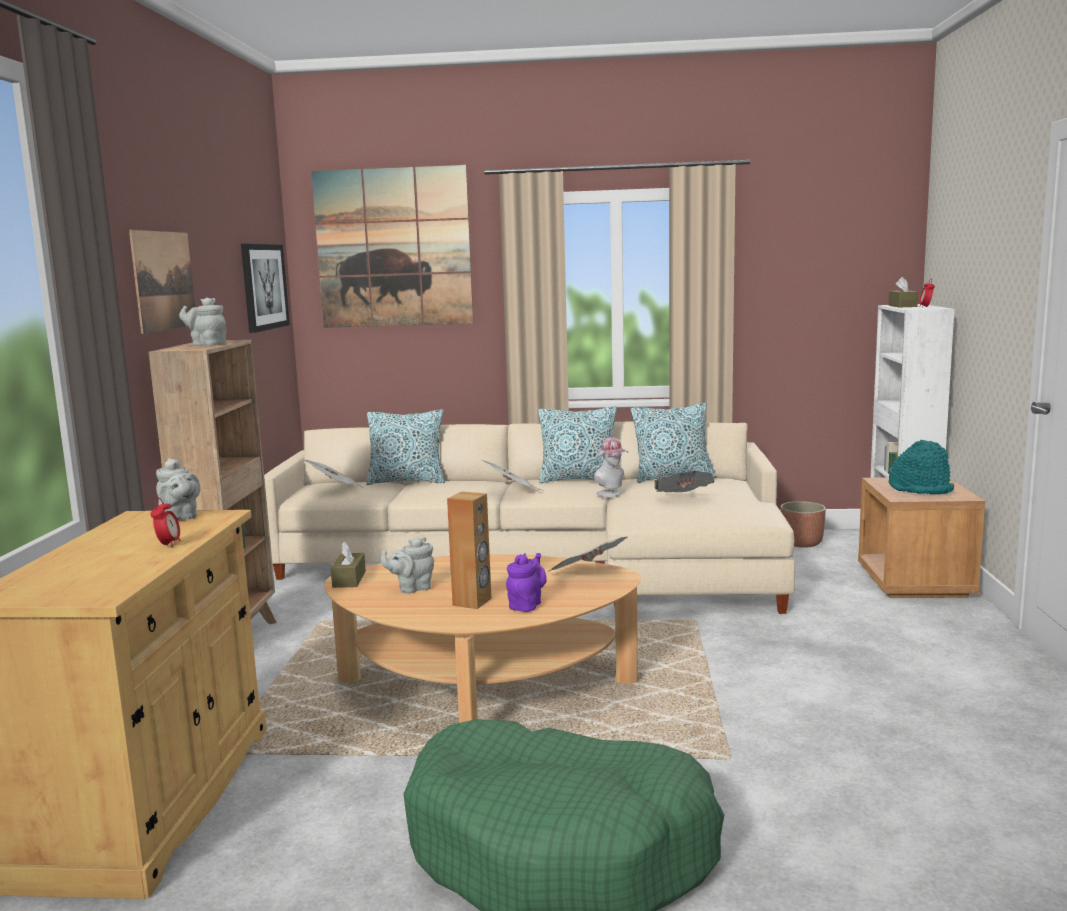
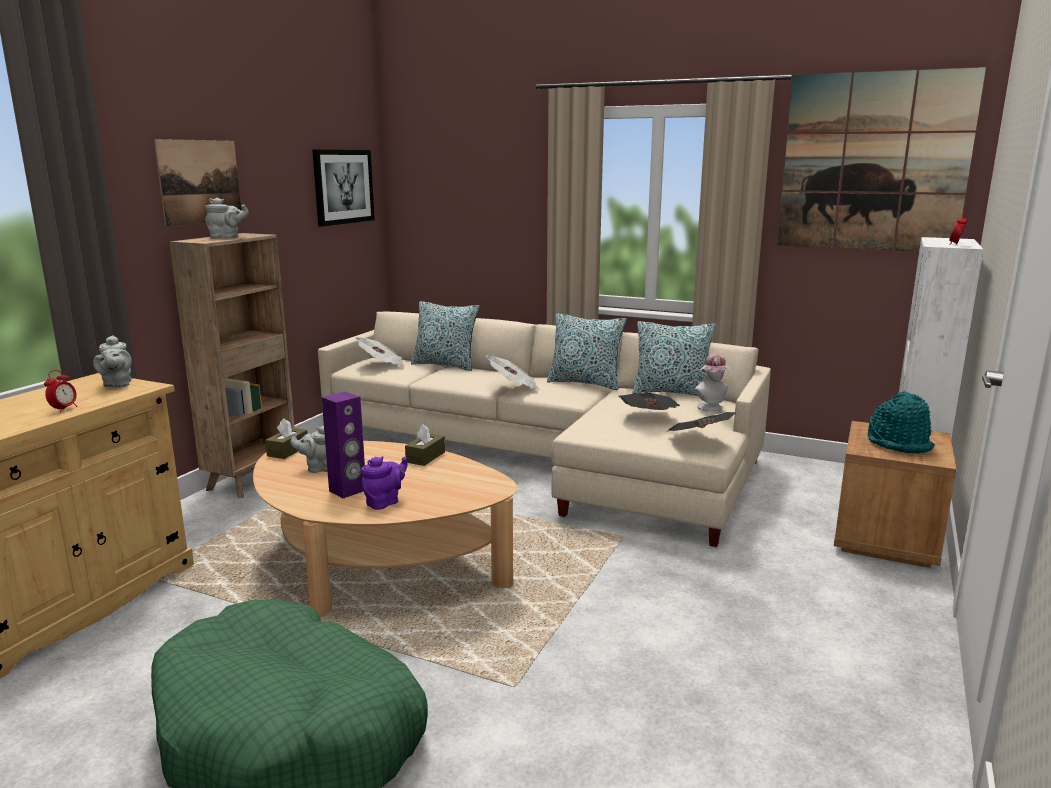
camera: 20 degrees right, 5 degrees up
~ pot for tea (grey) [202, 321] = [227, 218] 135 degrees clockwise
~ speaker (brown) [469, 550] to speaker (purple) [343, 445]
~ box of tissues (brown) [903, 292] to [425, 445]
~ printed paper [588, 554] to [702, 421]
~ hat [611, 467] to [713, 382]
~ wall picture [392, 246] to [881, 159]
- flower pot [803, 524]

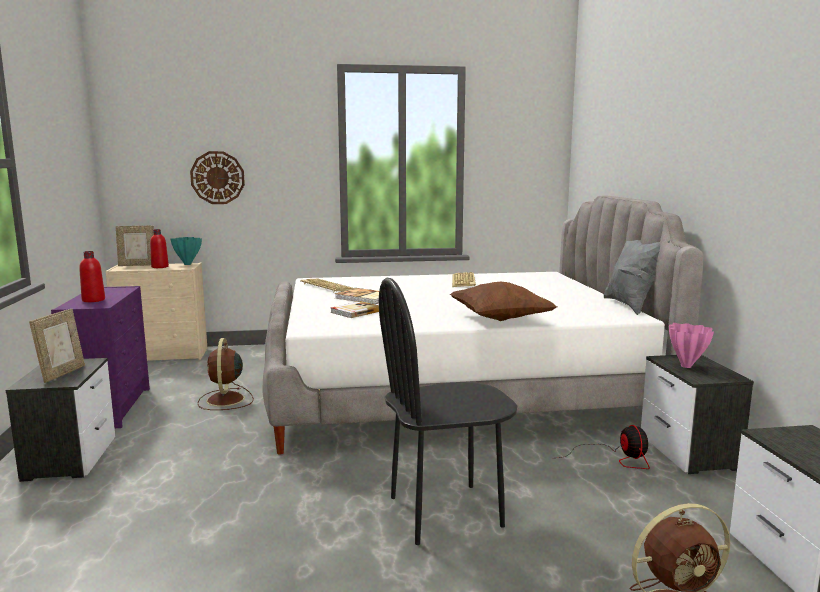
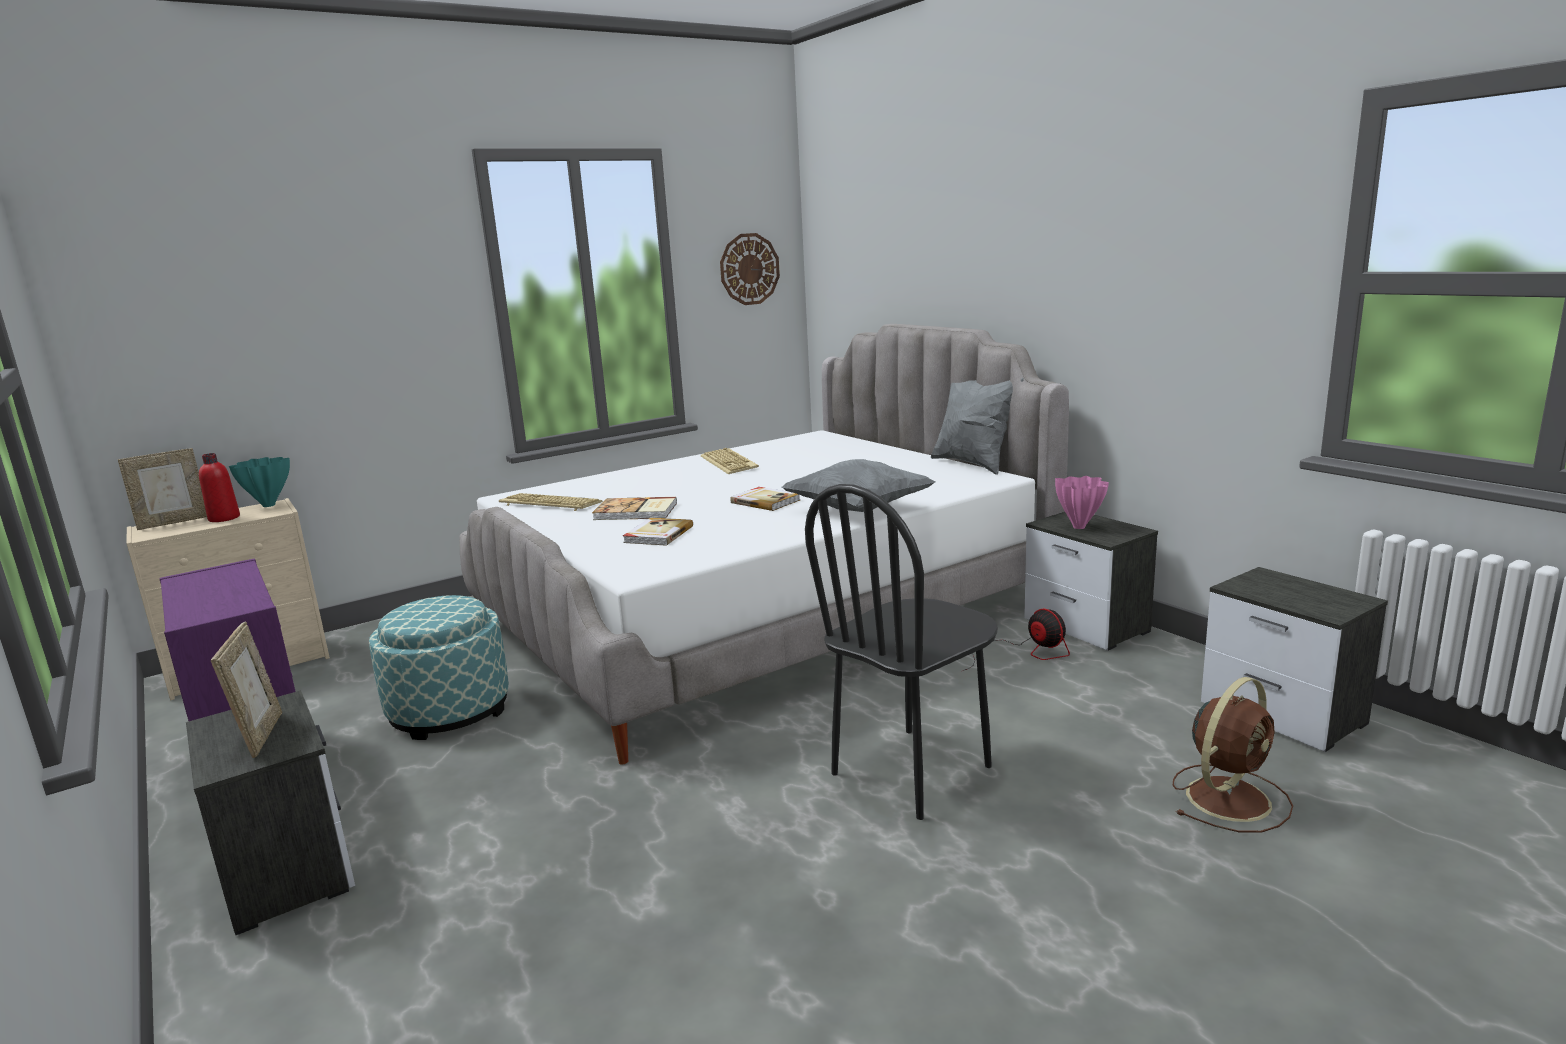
camera: 25 degrees left, 5 degrees up
~ fan (brown) [225, 374] to footrest [439, 667]
~ clock on the wall [217, 177] to [750, 269]
+ book [765, 499]
~ throw pillow (brown) [503, 301] to throw pillow (grey) [858, 485]
- beverage bottle (red) [92, 276]

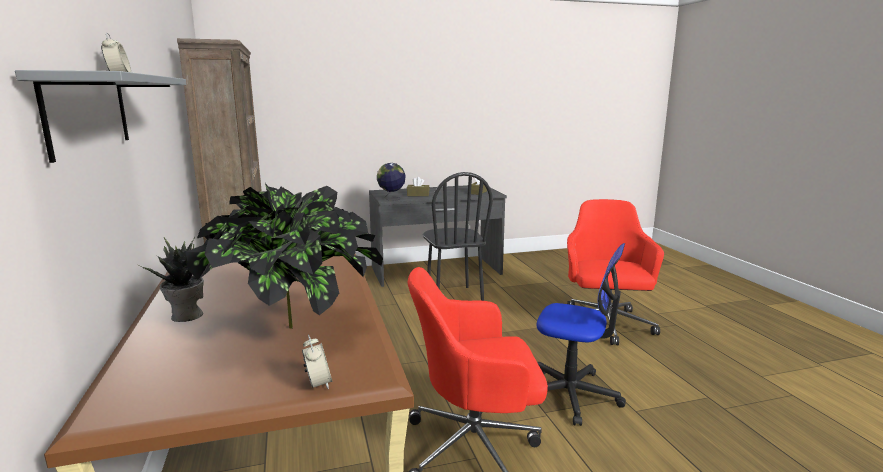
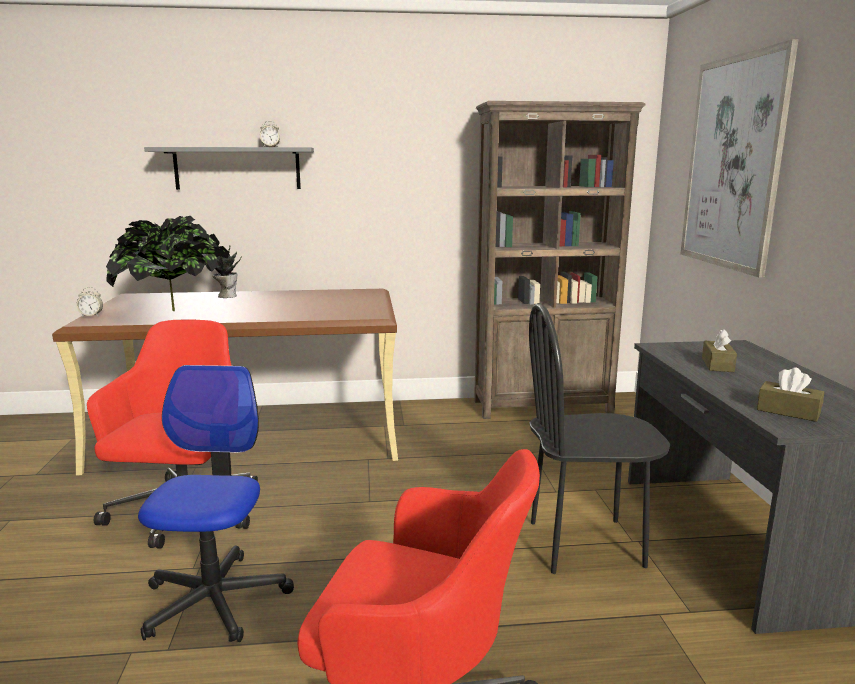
camera: 100 degrees right, 0 degrees up
~ computer chair [581, 334] = [216, 503] 150 degrees clockwise
+ wall picture [739, 158]
- desk globe [391, 182]

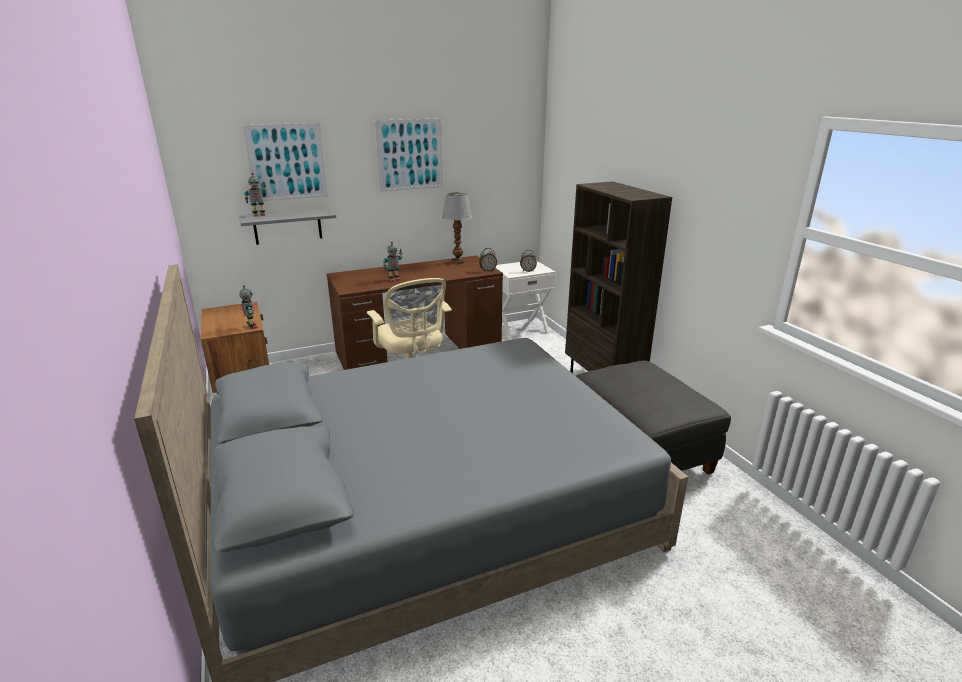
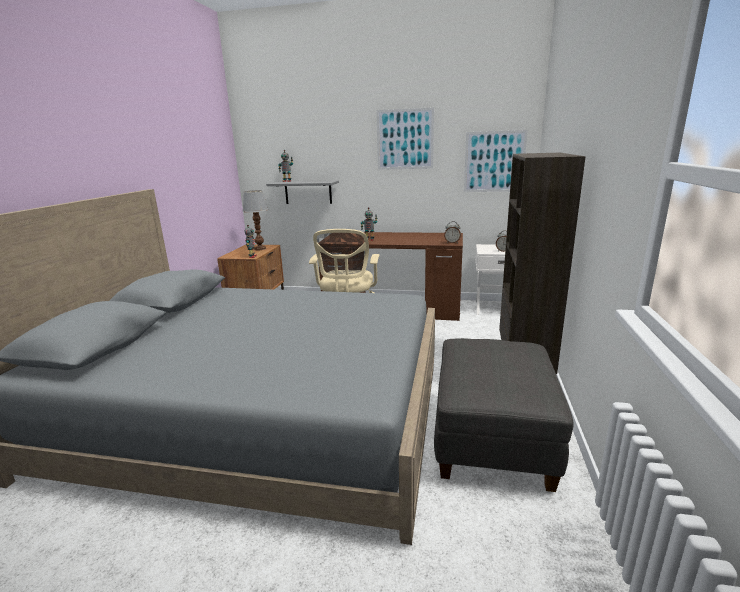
camera: 35 degrees right, 5 degrees down
~ lamp for a table [457, 228] to [255, 220]
~ wall picture [285, 162] to [496, 161]

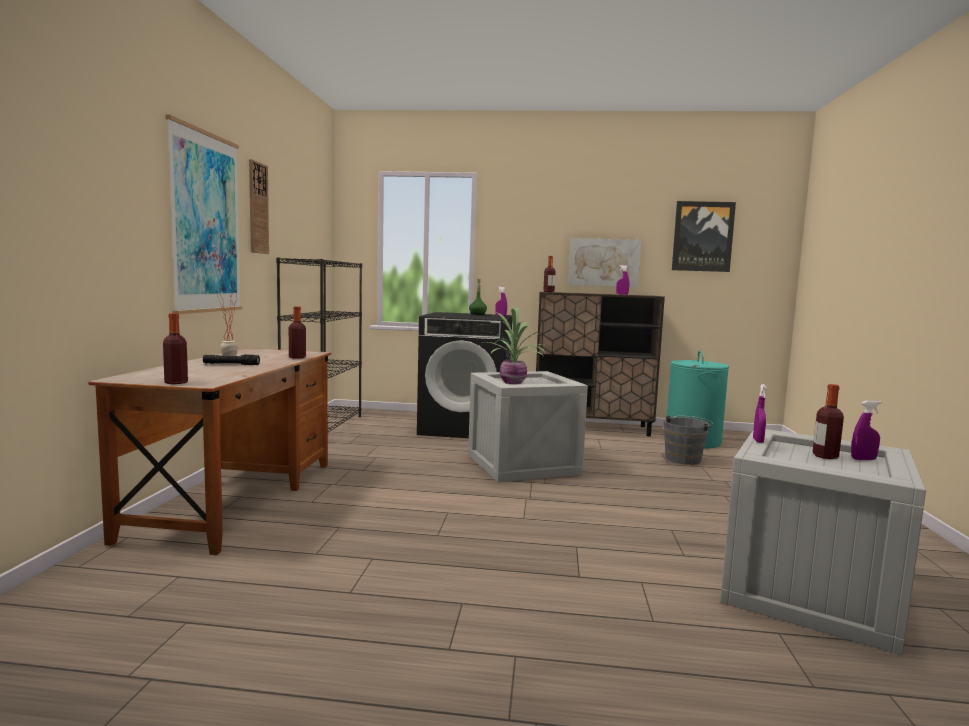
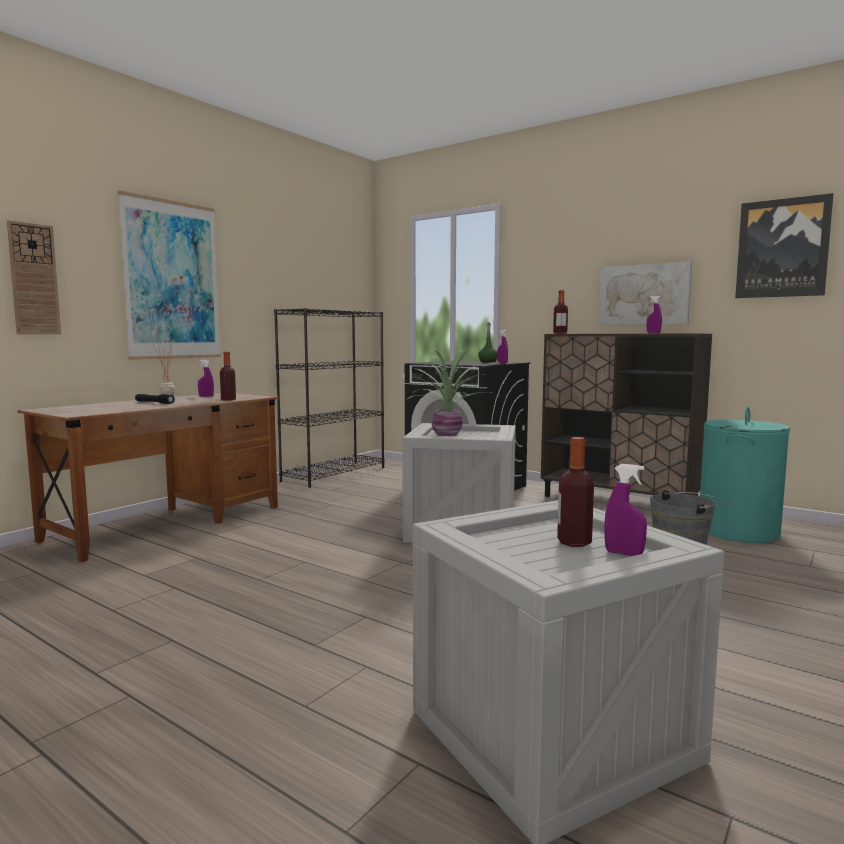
camera: 30 degrees right, 0 degrees up
~ clock on the wall [259, 206] to [34, 277]
~ hand sprayer (purple) [760, 413] to [206, 378]
- beverage bottle [175, 348]

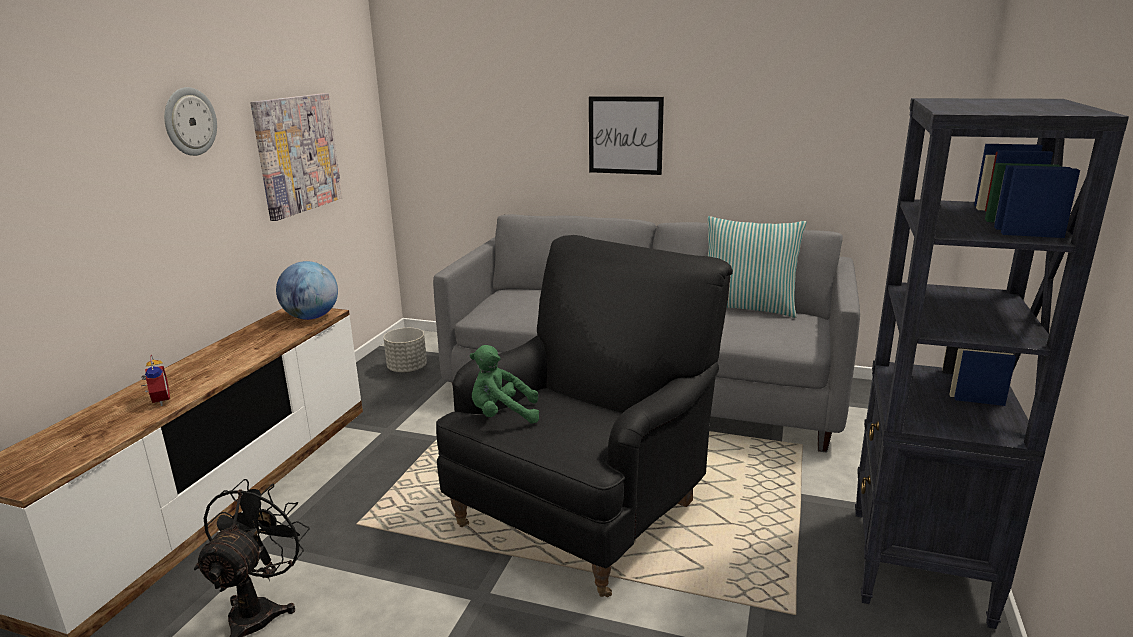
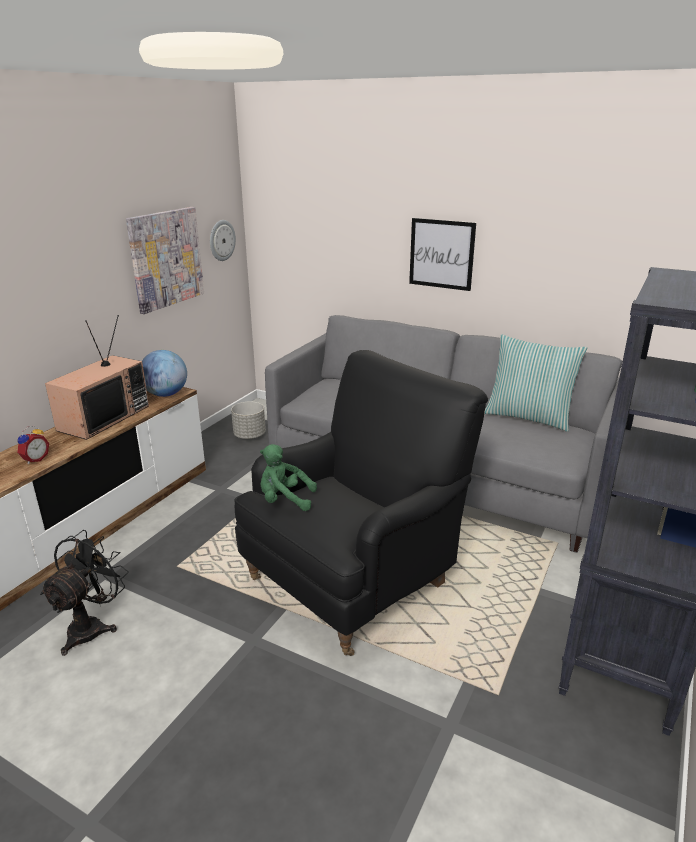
camera: 10 degrees right, 5 degrees up
~ bedside clock [155, 380] = [33, 445] 45 degrees clockwise
+ TV [97, 377]
~ clock on the wall [190, 121] to [223, 240]

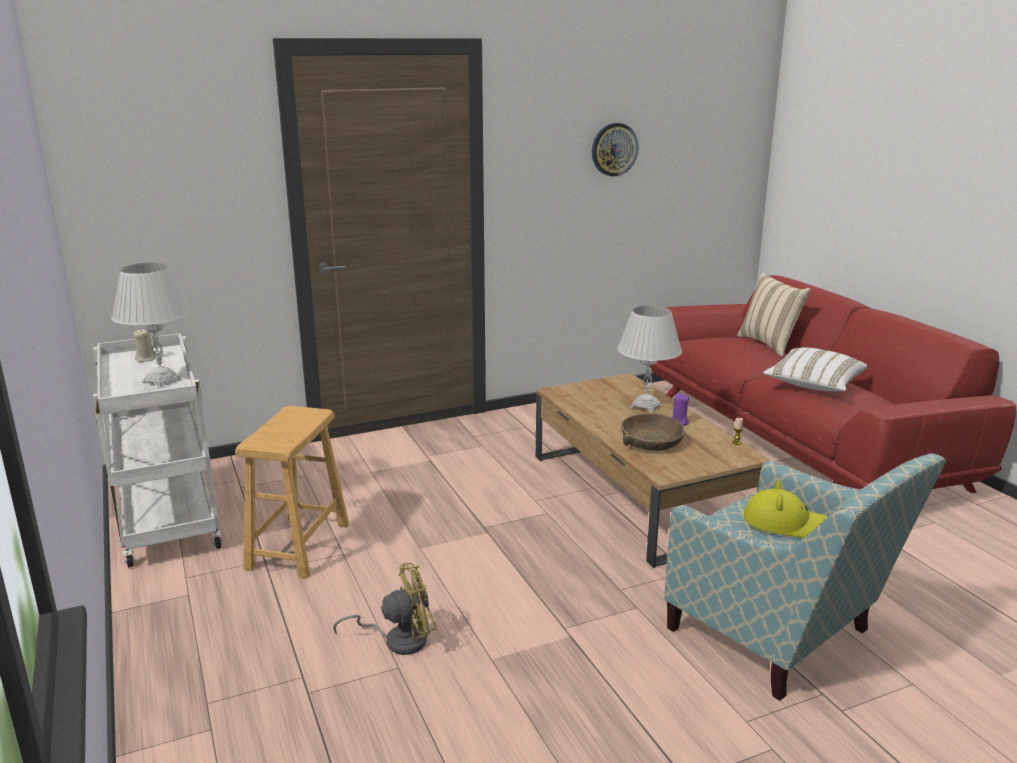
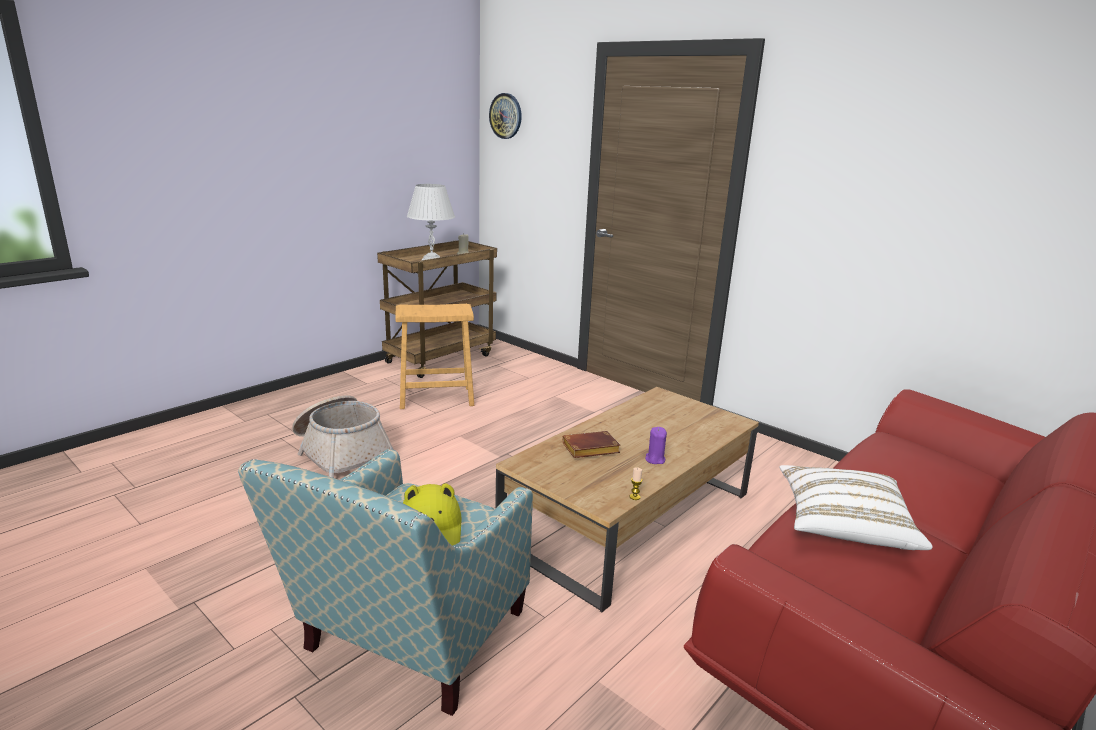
camera: 65 degrees right, 0 degrees up
~ fan (yellowish) [385, 609] to basket [343, 436]
~ cart (white-coloured) [157, 450] to cart (brown) [437, 309]
~ clock on the wall [615, 149] to [505, 116]
~ bowl (brown) [653, 432] to book (brown) [591, 444]
- lamp for a table (white-coloured) [649, 359]
- throw pillow (beige) [774, 314]

